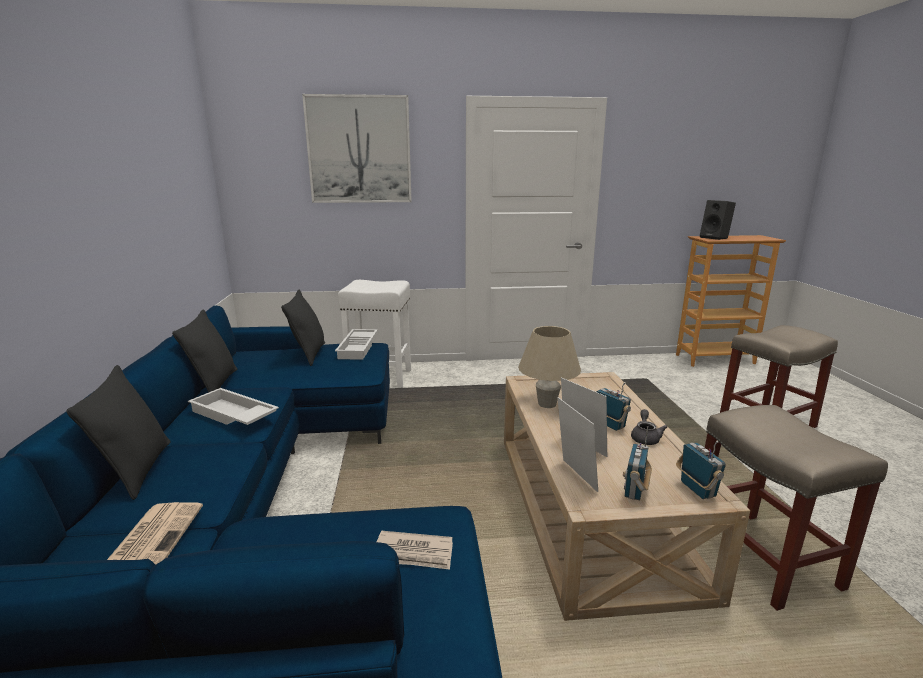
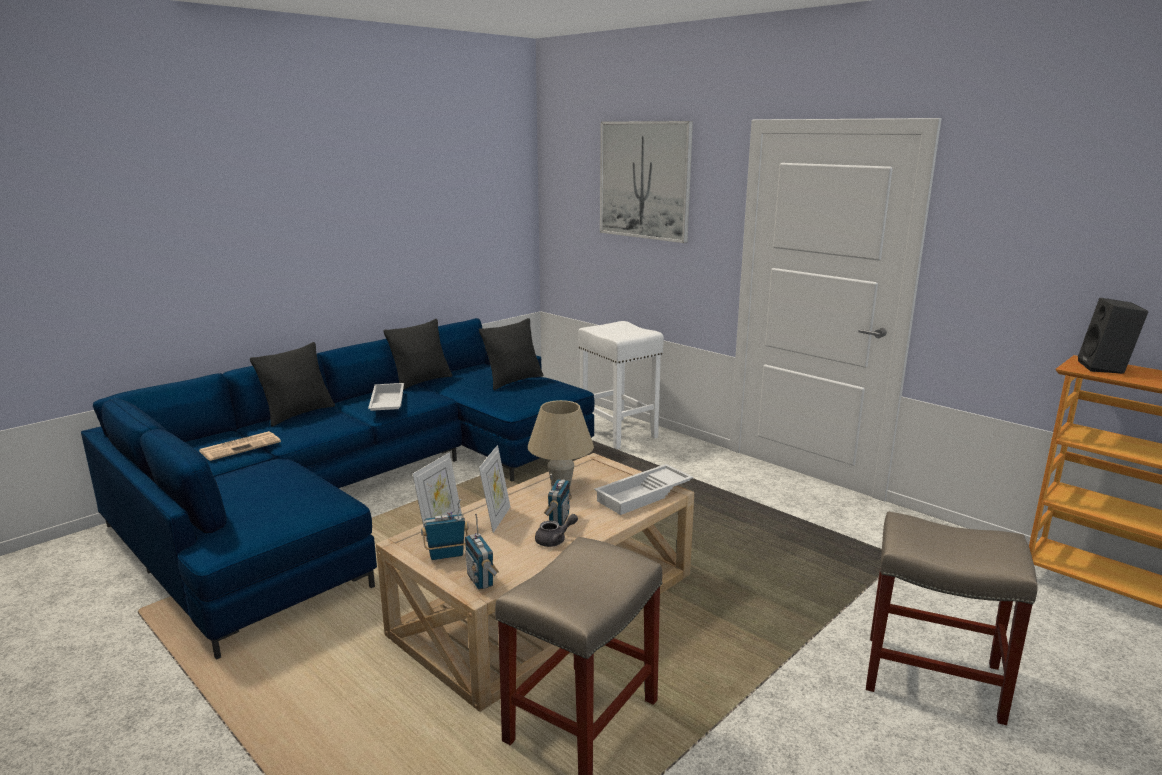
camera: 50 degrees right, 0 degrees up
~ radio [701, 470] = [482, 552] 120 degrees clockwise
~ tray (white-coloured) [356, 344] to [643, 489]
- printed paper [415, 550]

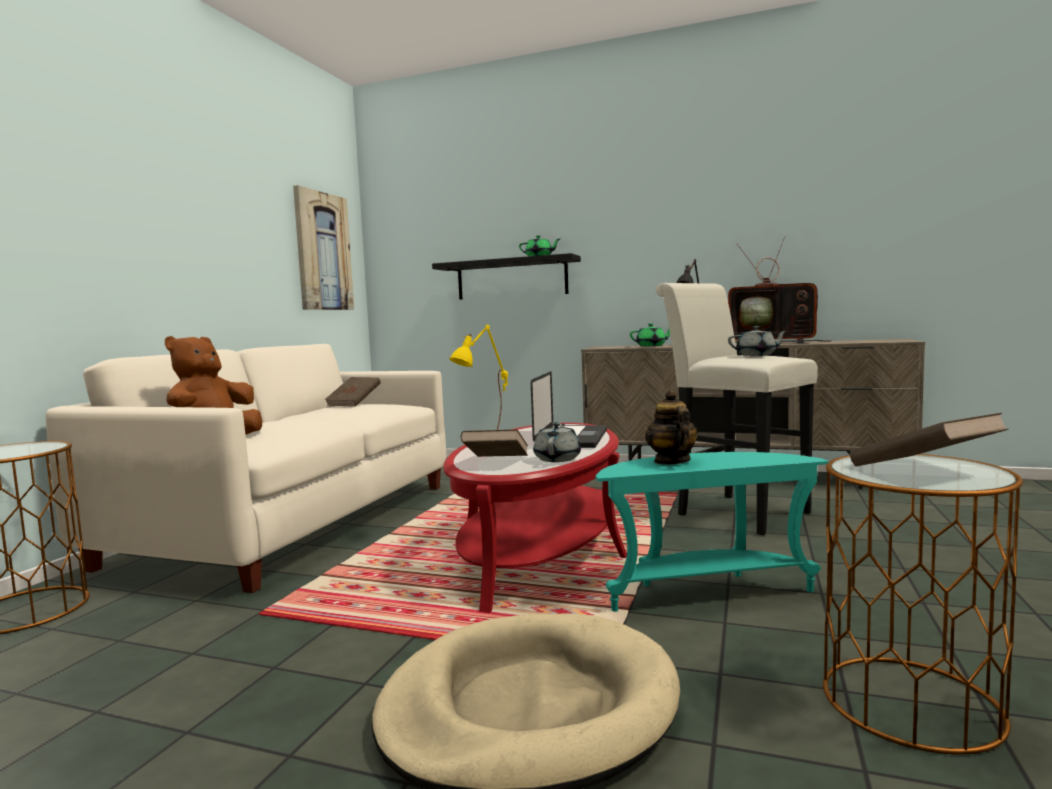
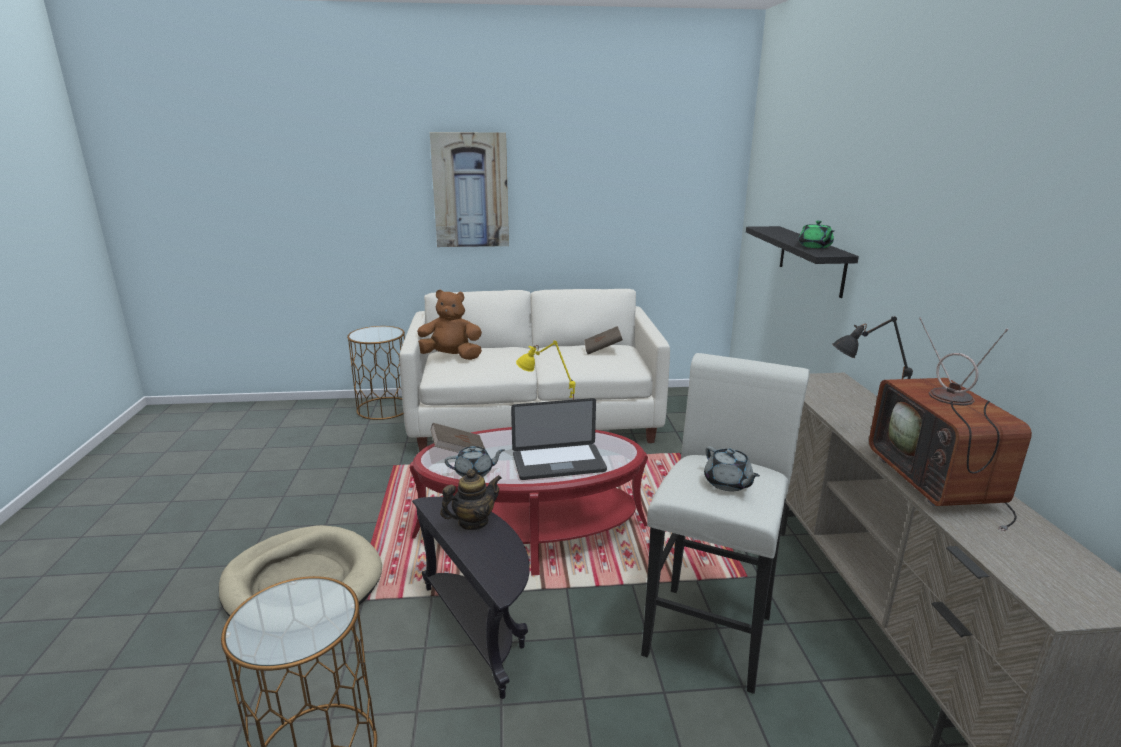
camera: 65 degrees right, 15 degrees up
~ end table (turquoise-coloured) [712, 532] to end table (black) [470, 598]
~ wall picture [323, 247] to [469, 189]
- pot for tea (green-coloured) [650, 334]
- book (brown) [929, 439]

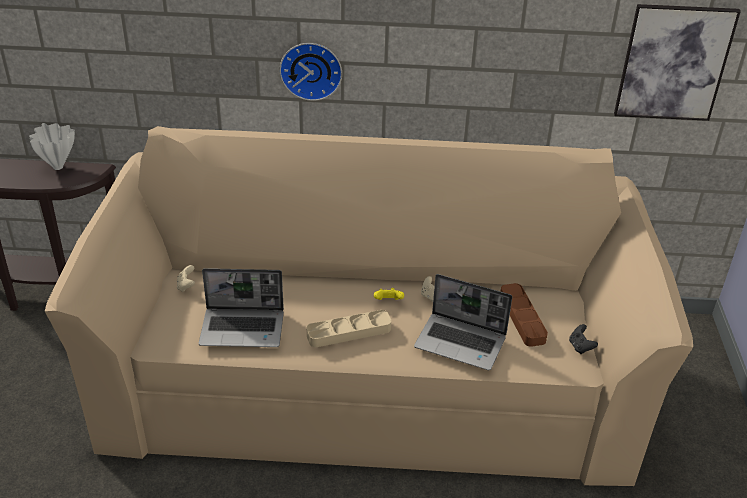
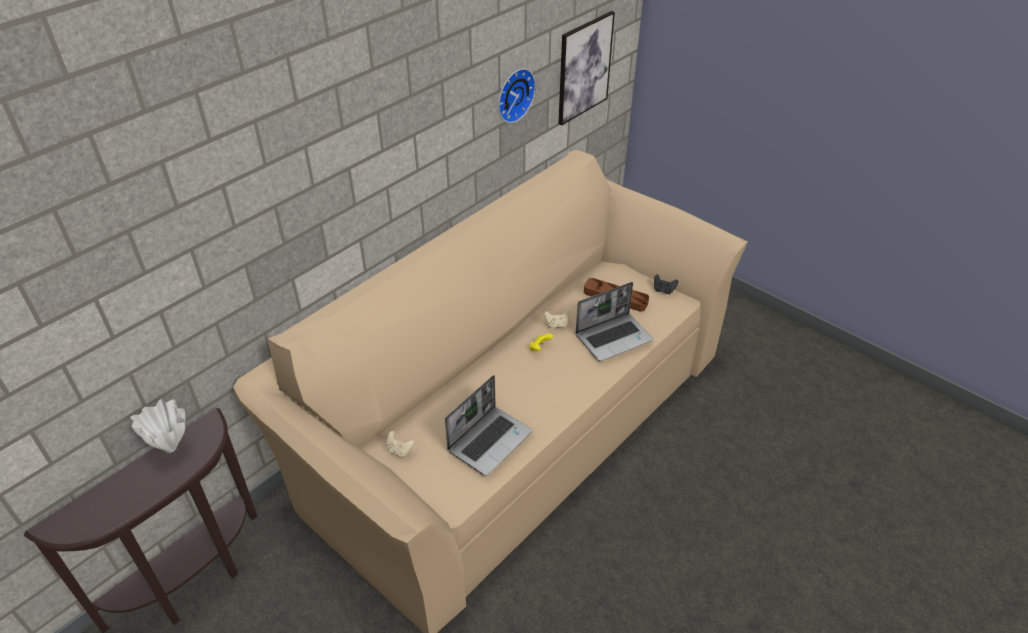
camera: 50 degrees left, 5 degrees up
~ clock on the wall [310, 72] to [517, 95]
- tray (beige) [349, 328]

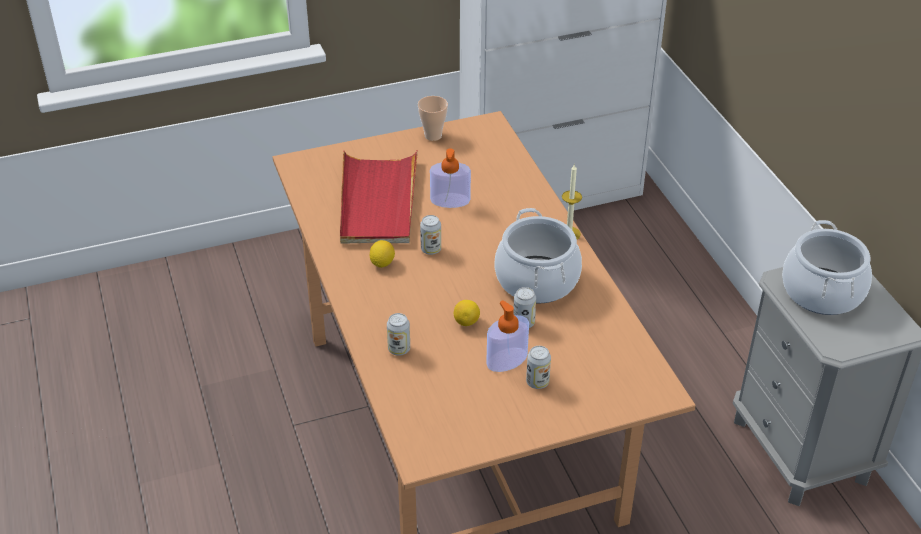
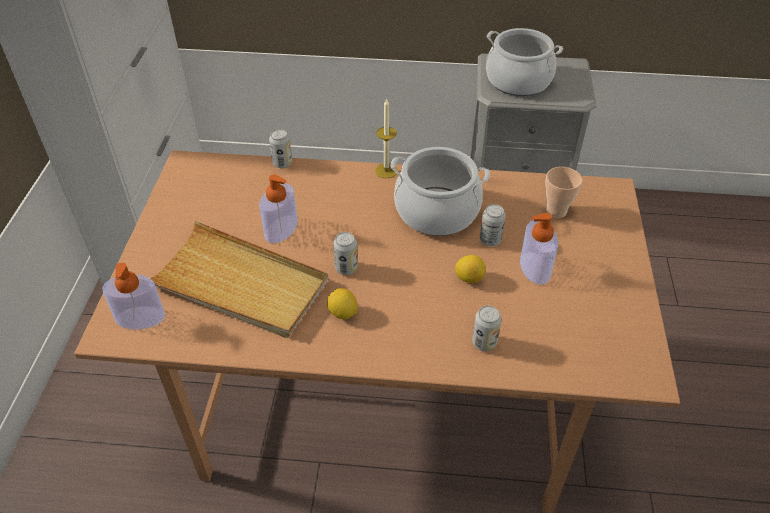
camera: 65 degrees left, 5 degrees up
+ soap bottle [133, 296]
~ tray (red) [379, 196] to tray (beige) [239, 279]
~ metal can [538, 367] to [280, 148]
~ drinking cup [433, 118] to [563, 192]

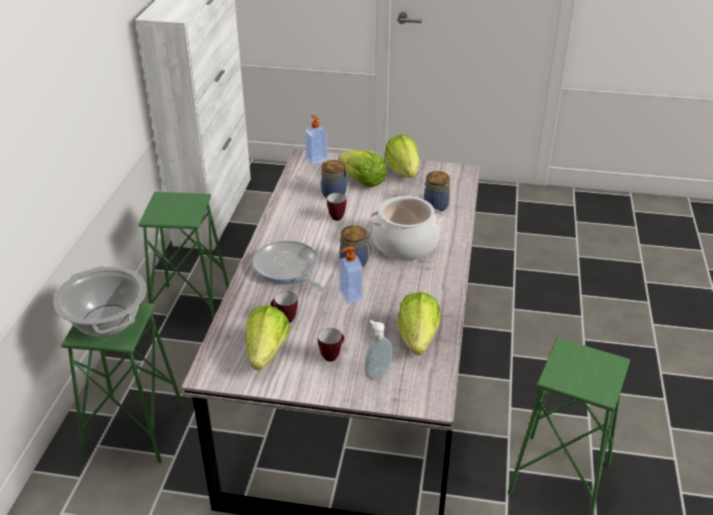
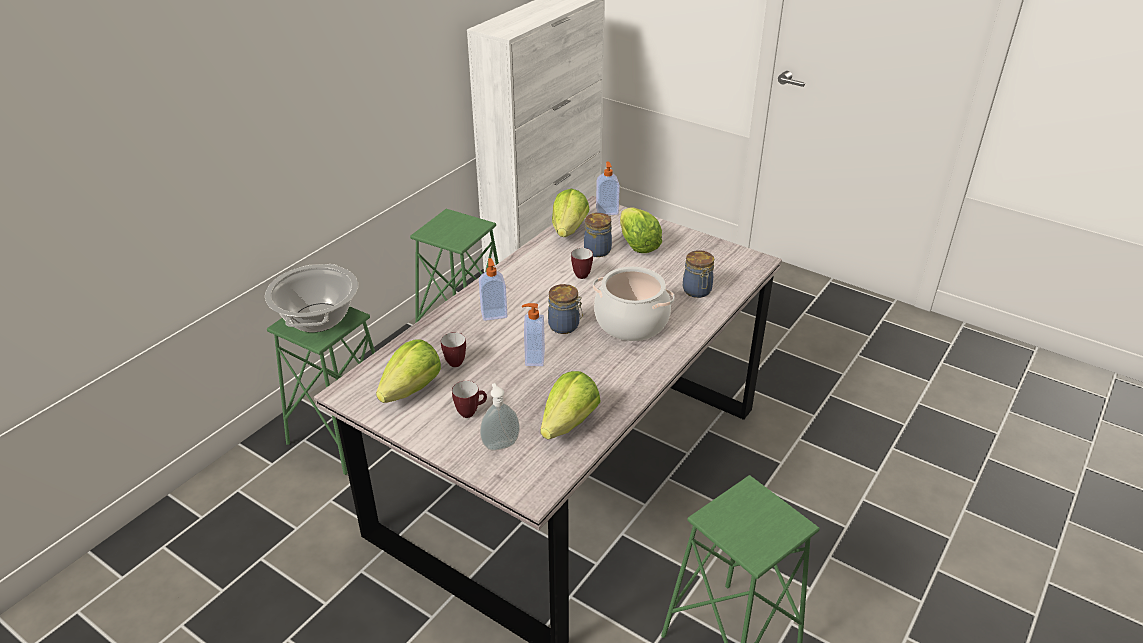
camera: 25 degrees right, 0 degrees up
~ frying pan [288, 266] to soap bottle [493, 289]
~ head of lettuce [402, 156] to [570, 212]

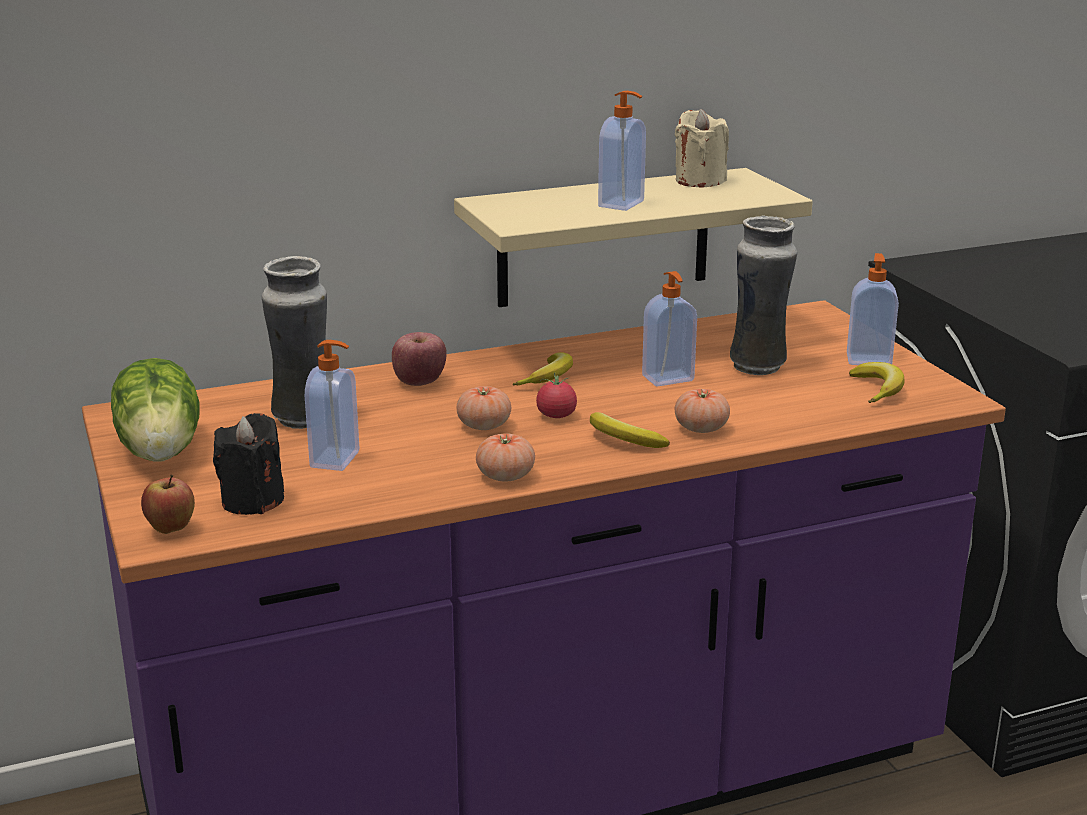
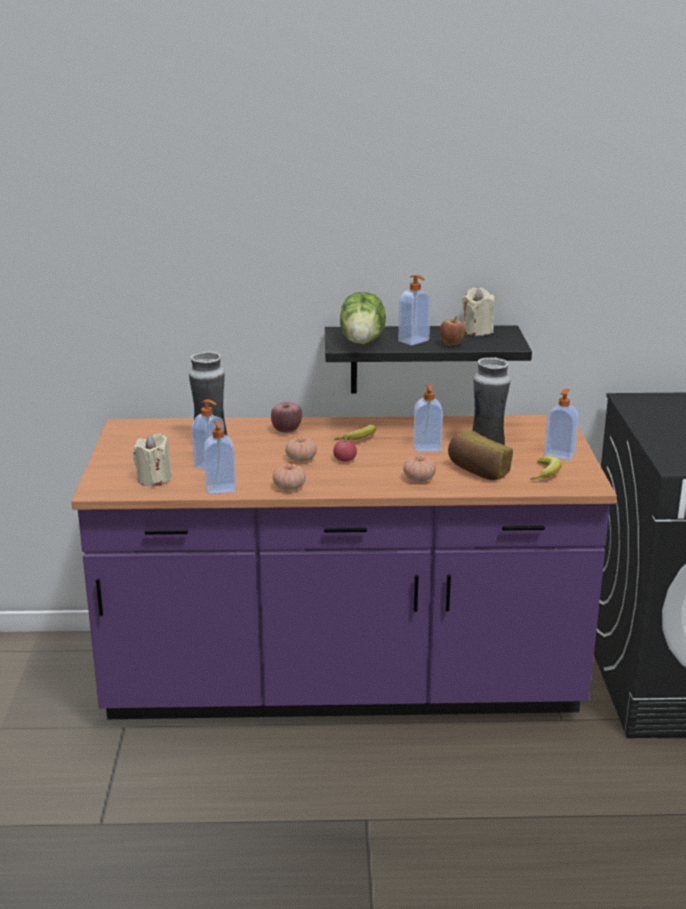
camera: 20 degrees right, 0 degrees up
~ wax light (black) [248, 464] to wax light (beige) [152, 460]
+ soap bottle [220, 457]
~ wall shelf (beige) [633, 237] to wall shelf (black) [428, 359]
~ head of lettuce [155, 409] to [363, 318]
~ apple [168, 504] to [452, 331]
+ bread [480, 455]
- banana [630, 430]

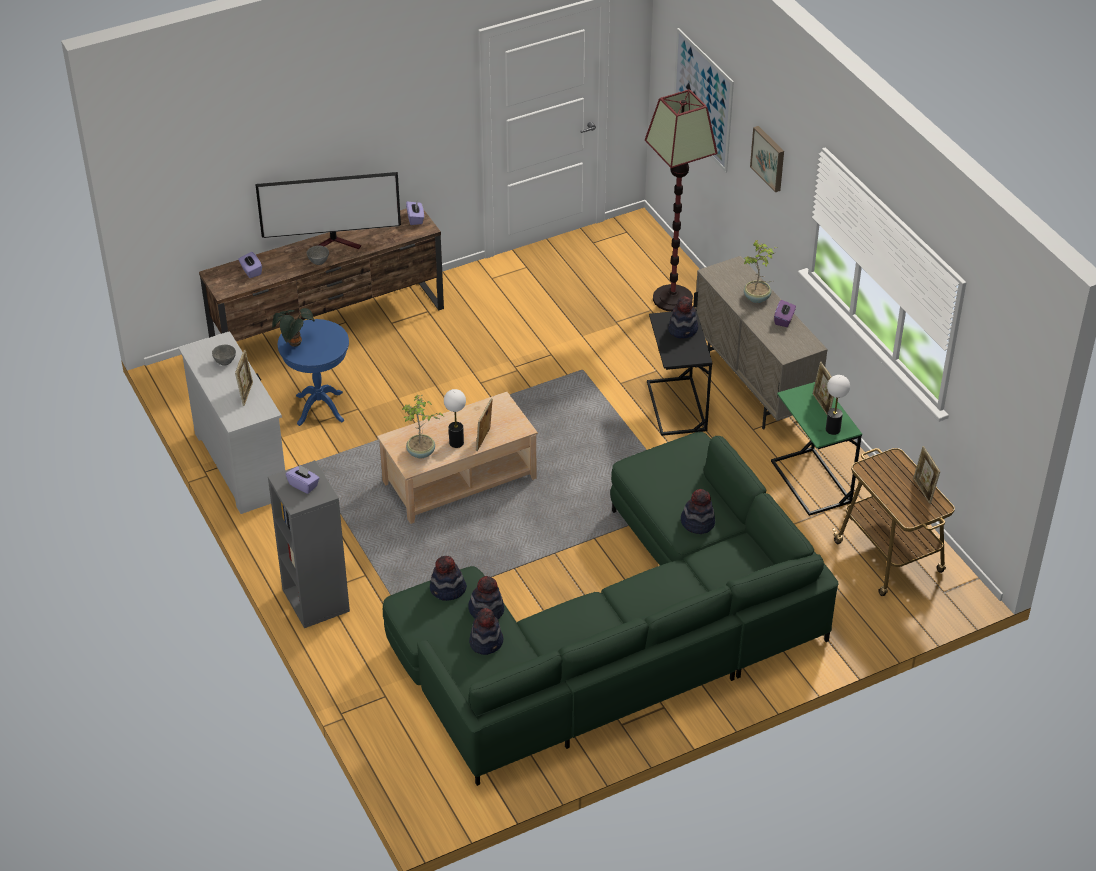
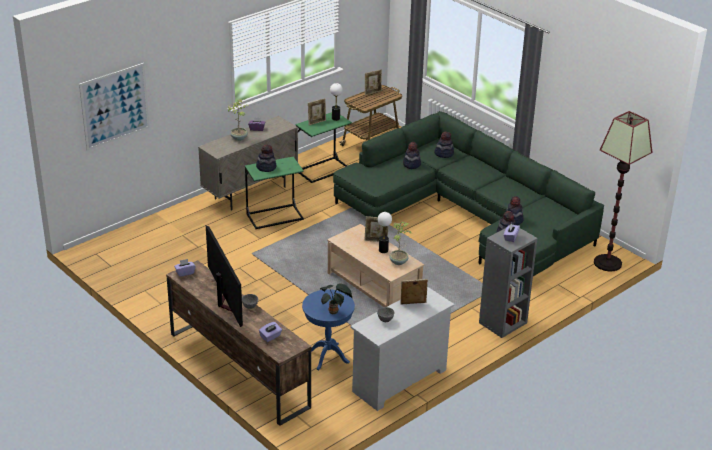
camera: 105 degrees left, 10 degrees down
~ end table (black) [679, 372] to end table (green-coloured) [274, 193]
~ hat [486, 631] to [444, 145]
~ standing lamp [681, 200] to [623, 191]
- wall picture [767, 159]

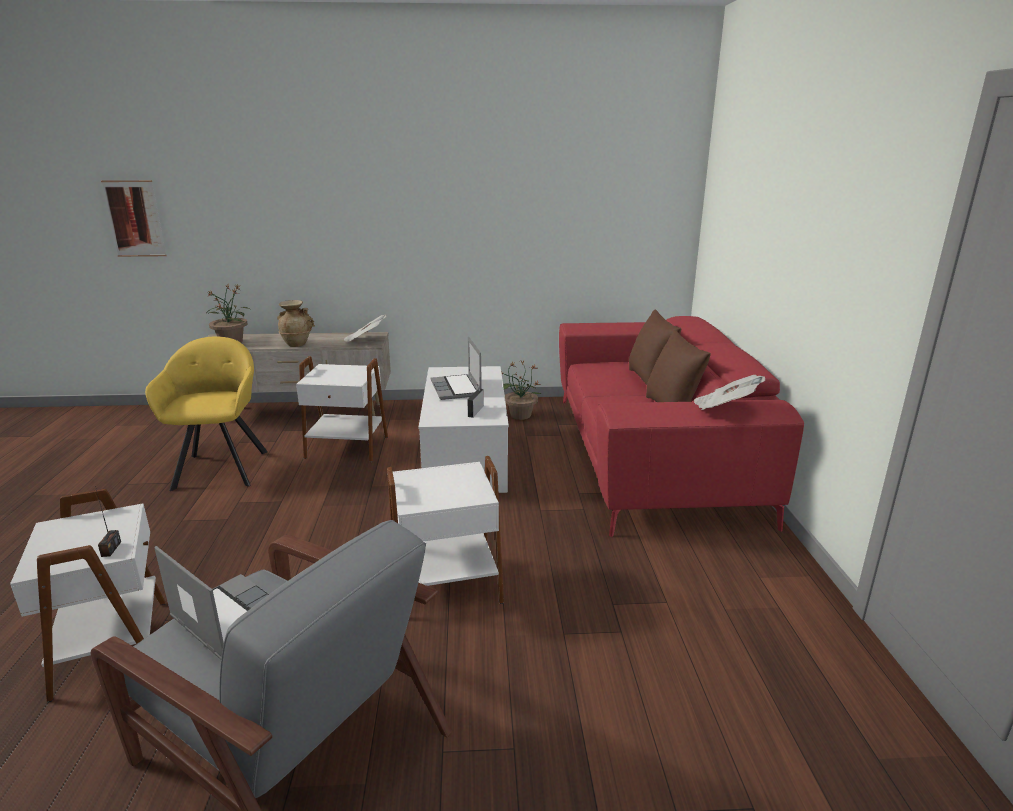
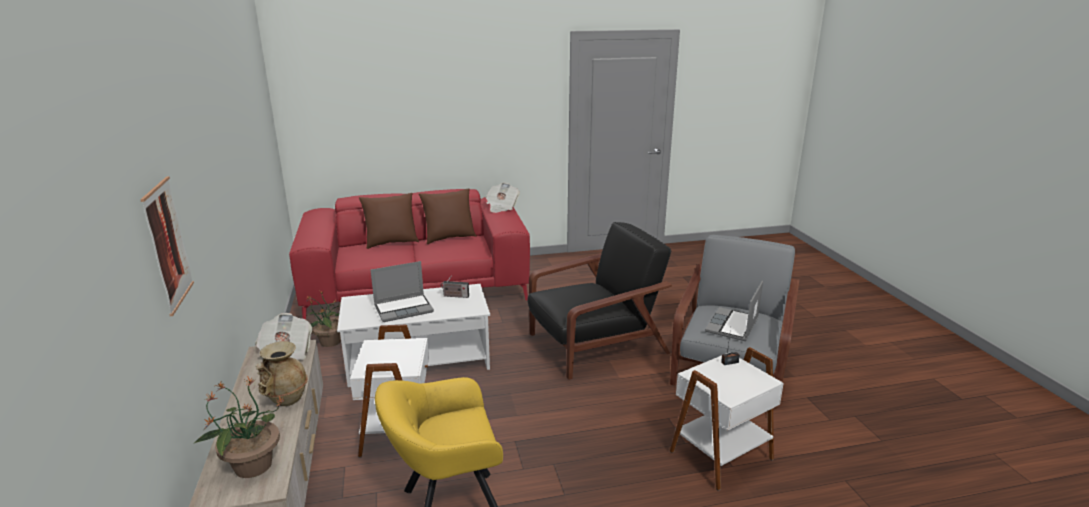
camera: 100 degrees left, 0 degrees up
~ wall picture [134, 218] to [167, 246]
~ end table (white-coloured) [445, 530] to lounge chair (black) [600, 301]

